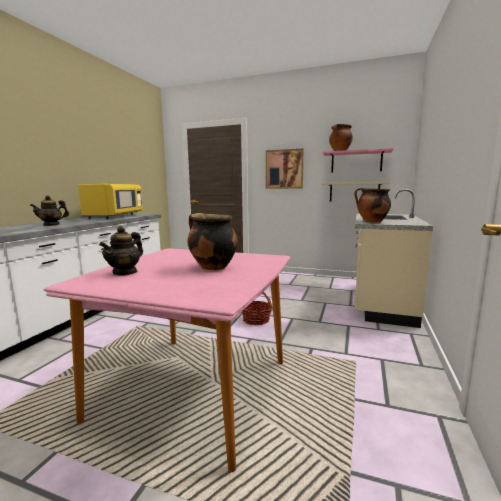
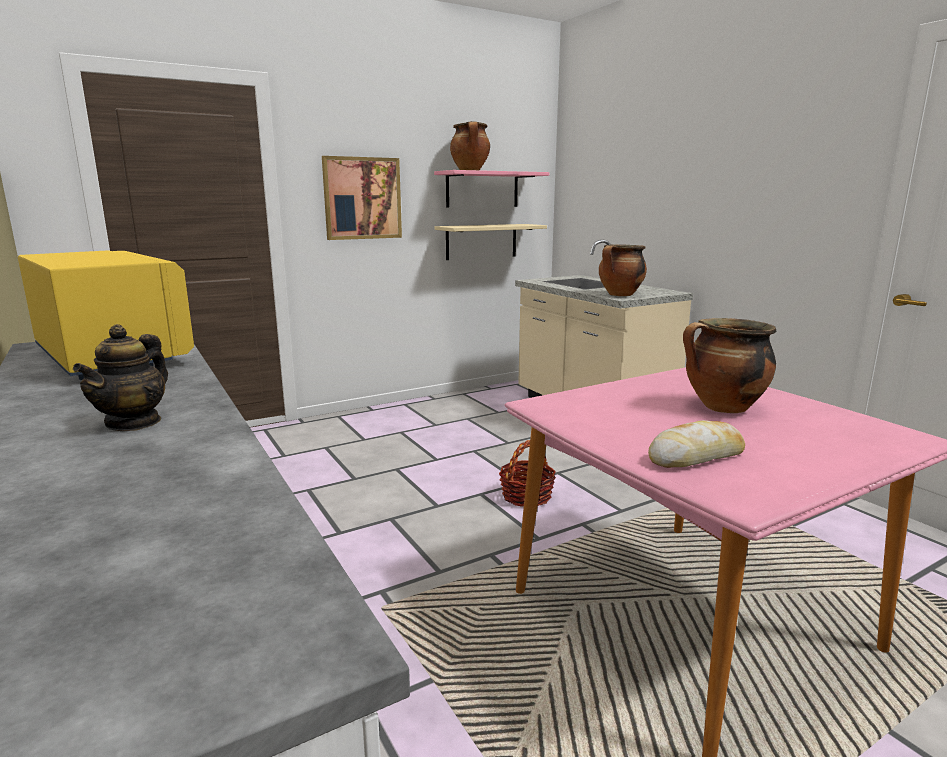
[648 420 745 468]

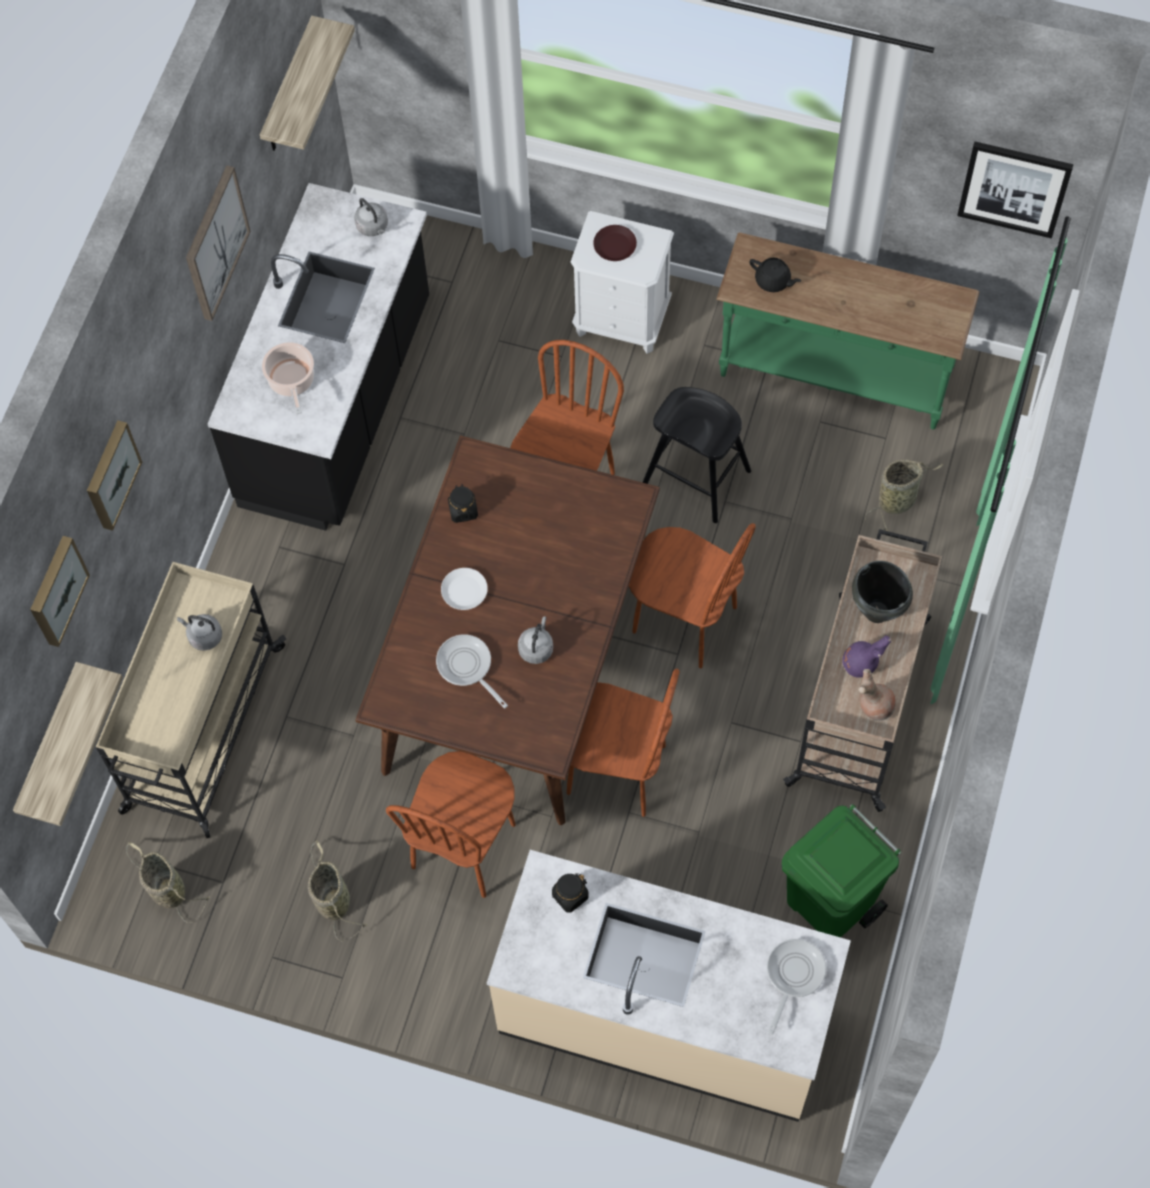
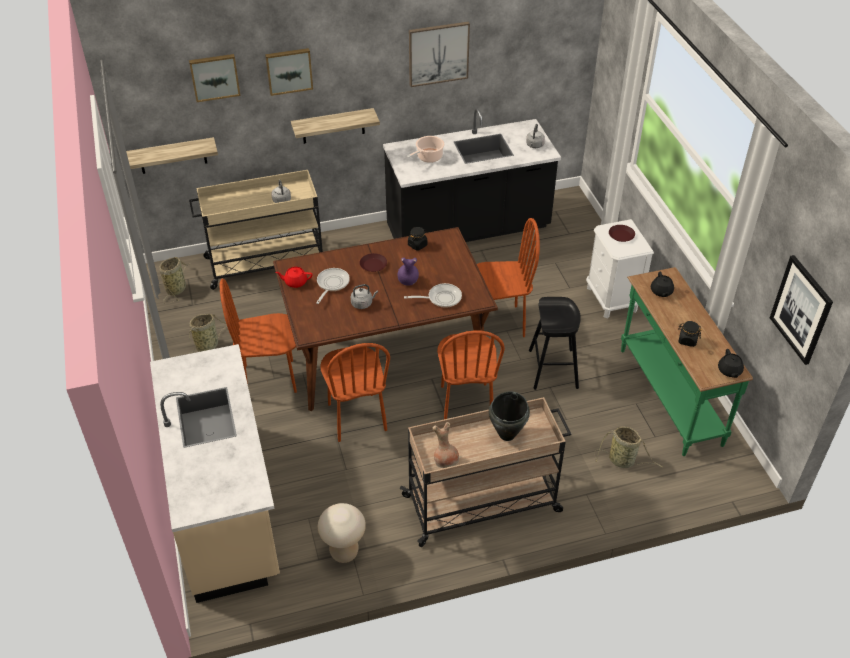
[291 108 380 144]
[360 253 387 272]
[678 321 702 347]
[404 283 462 308]
[318 503 366 563]
[397 258 419 286]
[275 267 312 288]
[718 349 744 378]

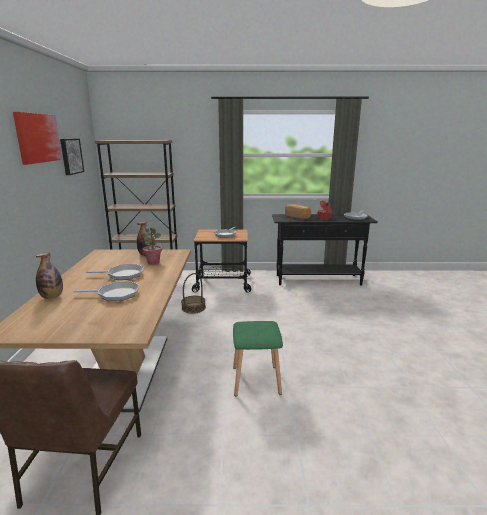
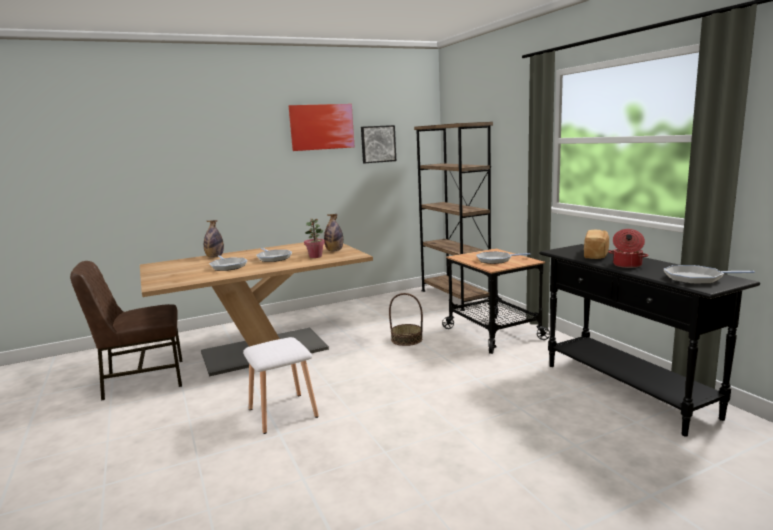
[243 337 319 434]

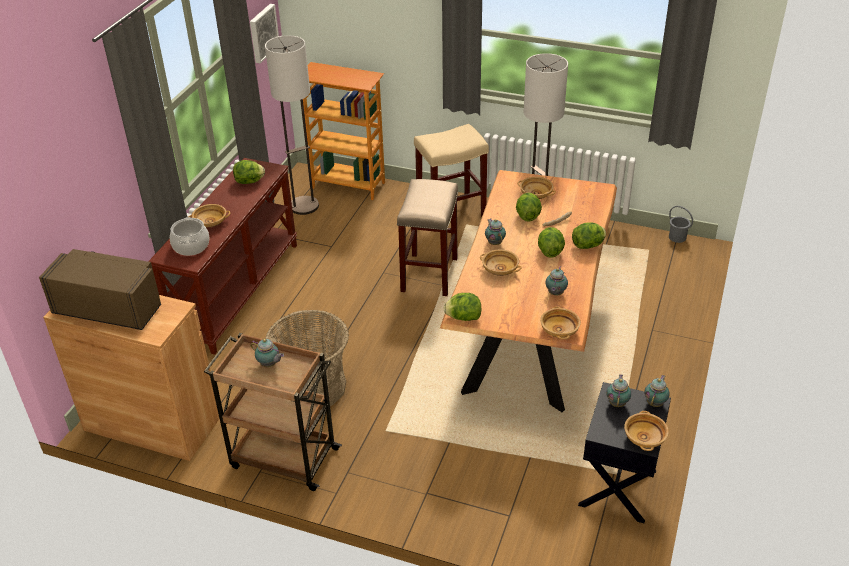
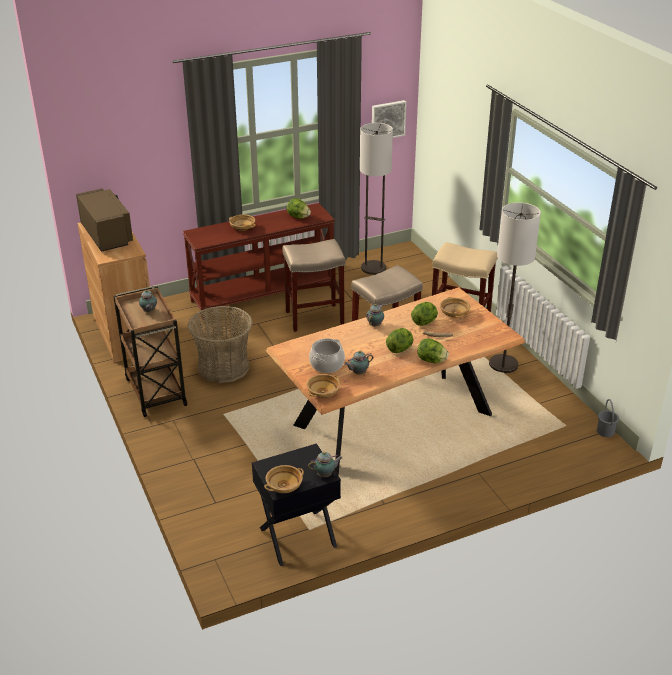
[309 338 345 373]
[303 62 385 200] (first image)
[443 293 482 321] (first image)
[480 249 522 276] (first image)
[606 374 631 407] (first image)
[282 239 345 332]

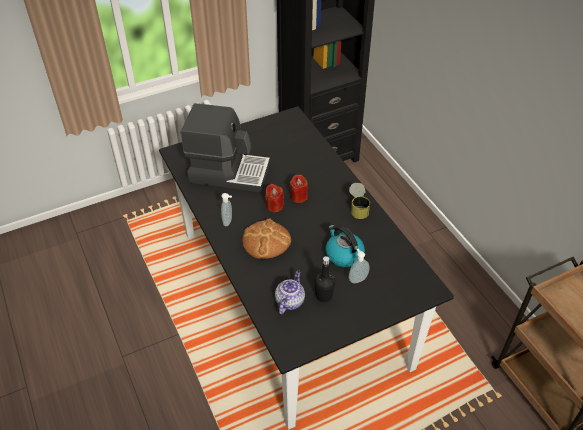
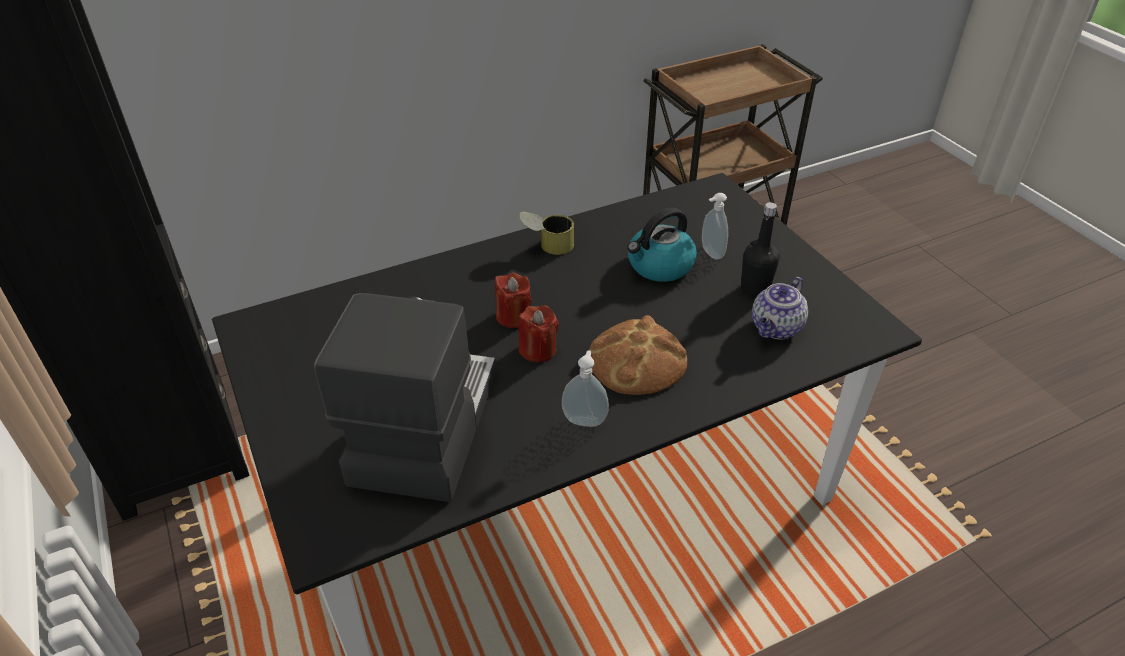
[752 277 808 339]

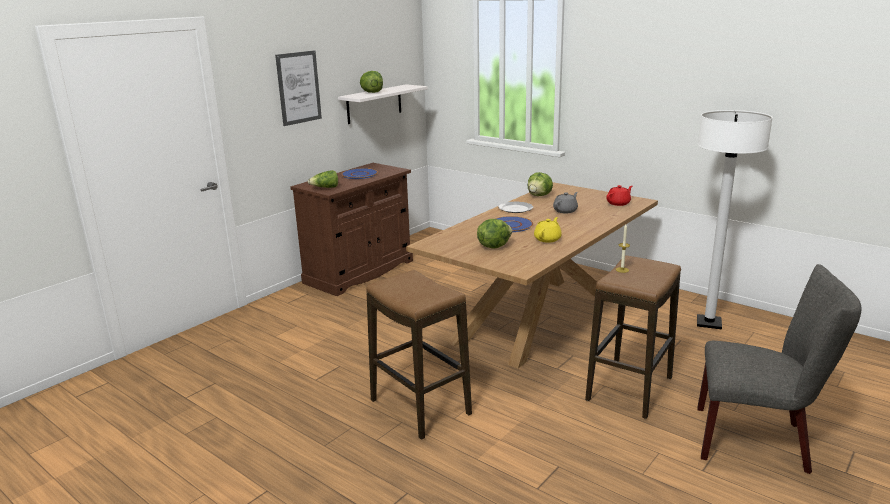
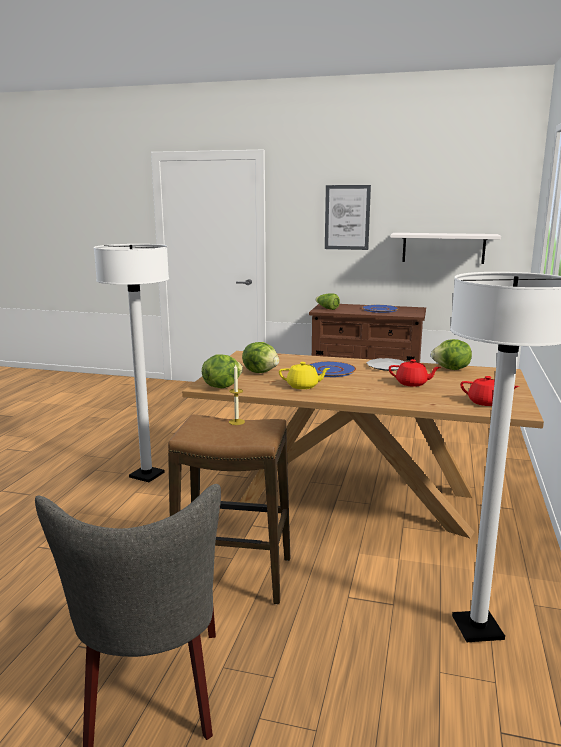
[202 355 243 388]
[94 244 169 482]
[389 359 441 387]

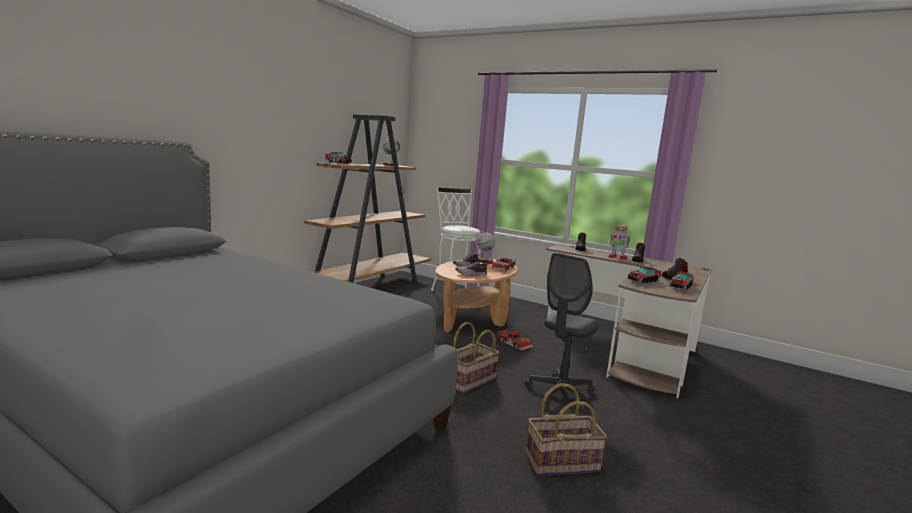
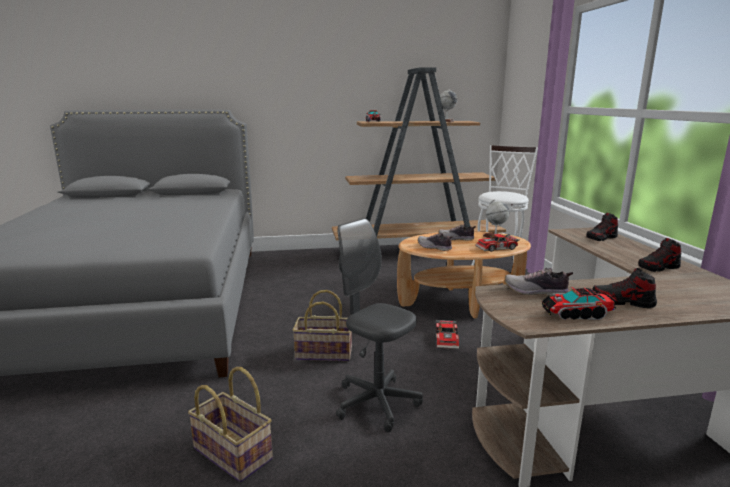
[336 218 423 432]
[608 224 630 260] (first image)
[505 268 573 296]

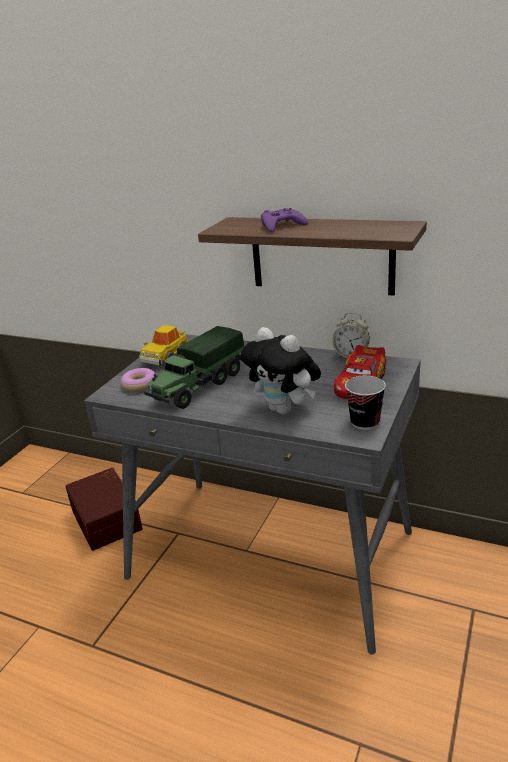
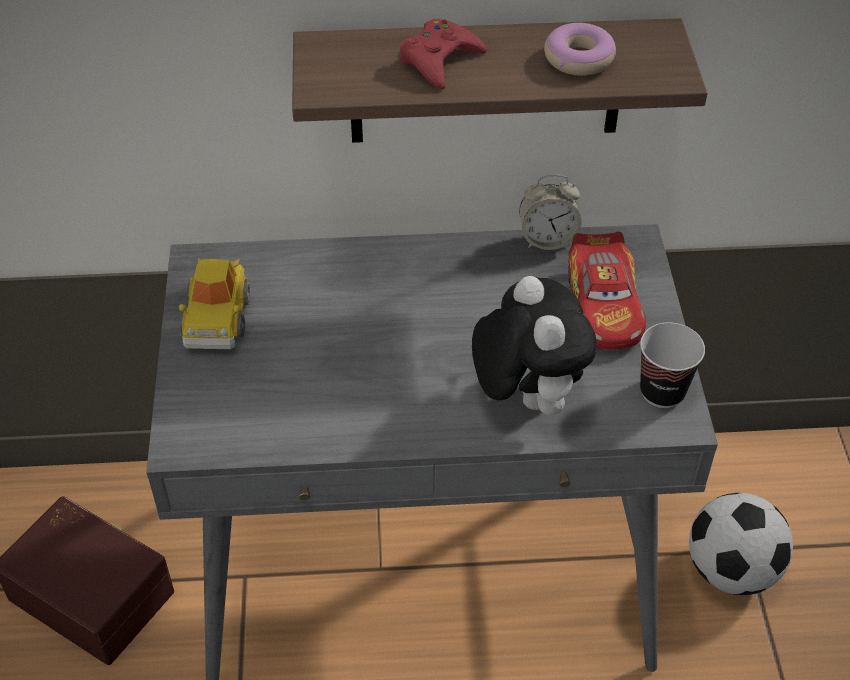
[544 23 616 76]
[144 326 244 409] (first image)
[472 276 597 415]
[400 19 487 89]
[689 493 793 595]

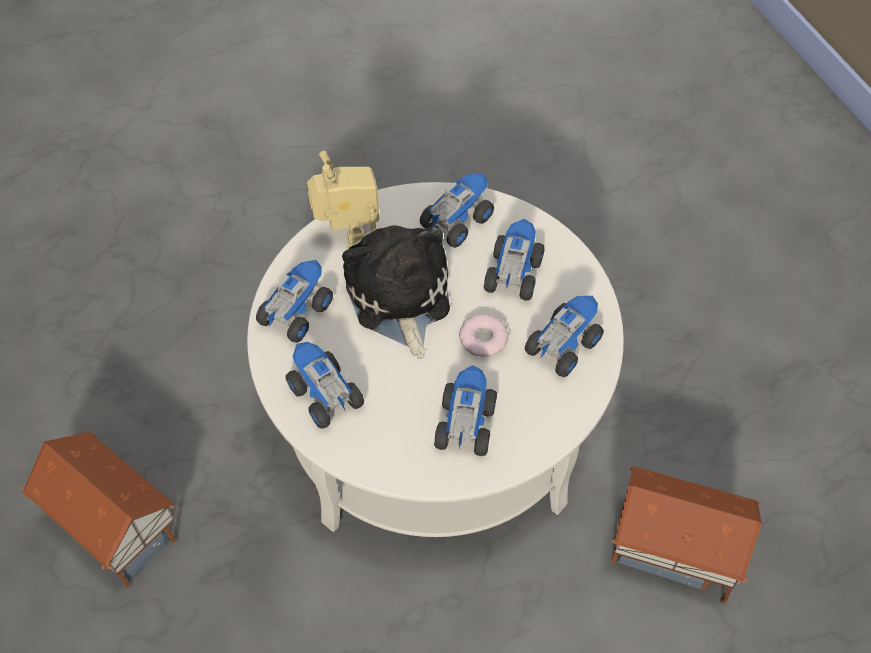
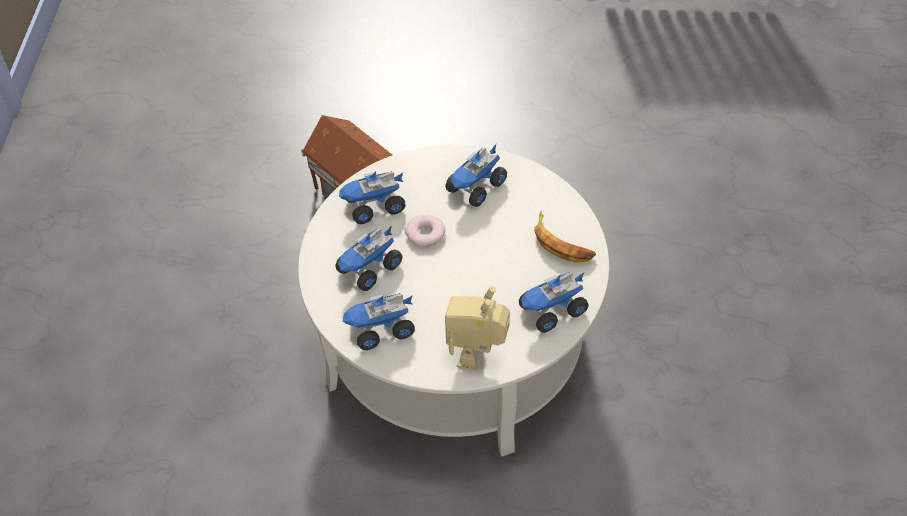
[21 431 176 588] (first image)
[534 211 596 262]
[342 225 450 359] (first image)

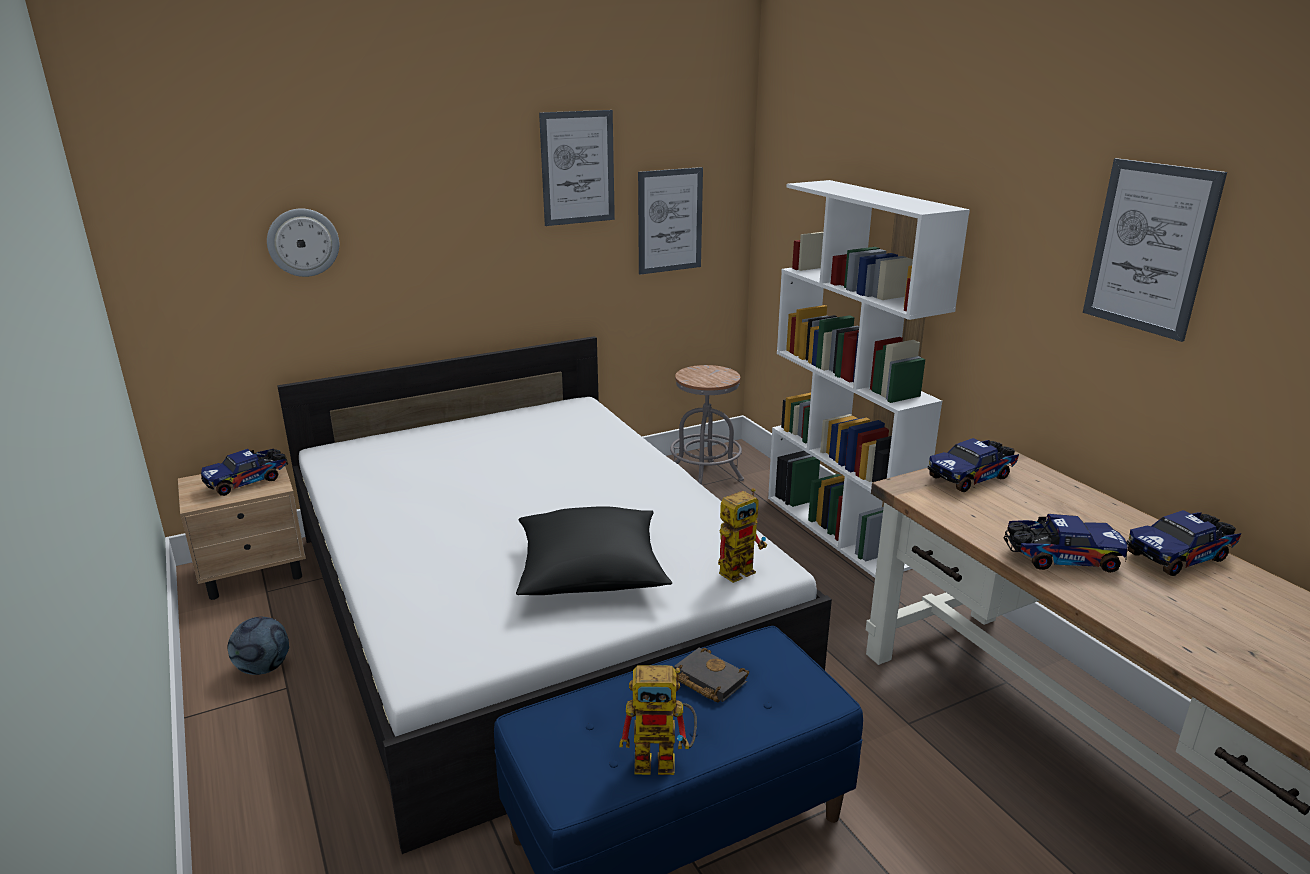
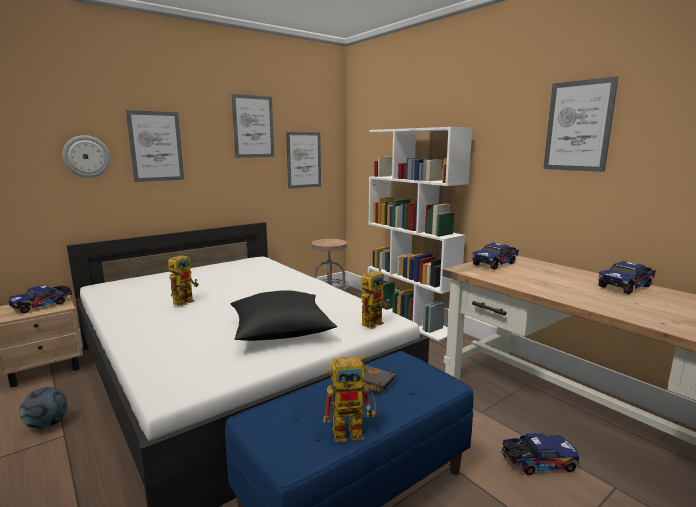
[501 433 579 475]
[126 110 184 182]
[168 253 199 306]

